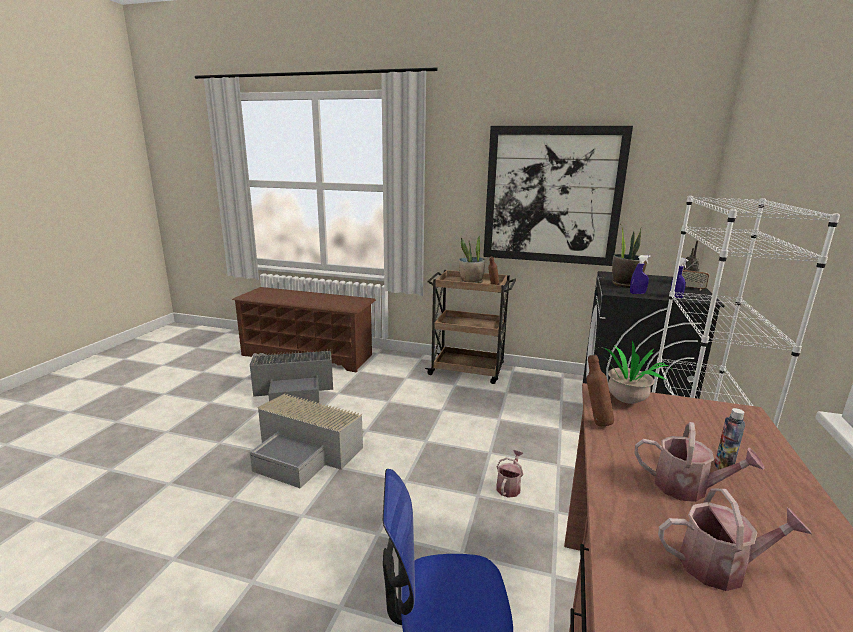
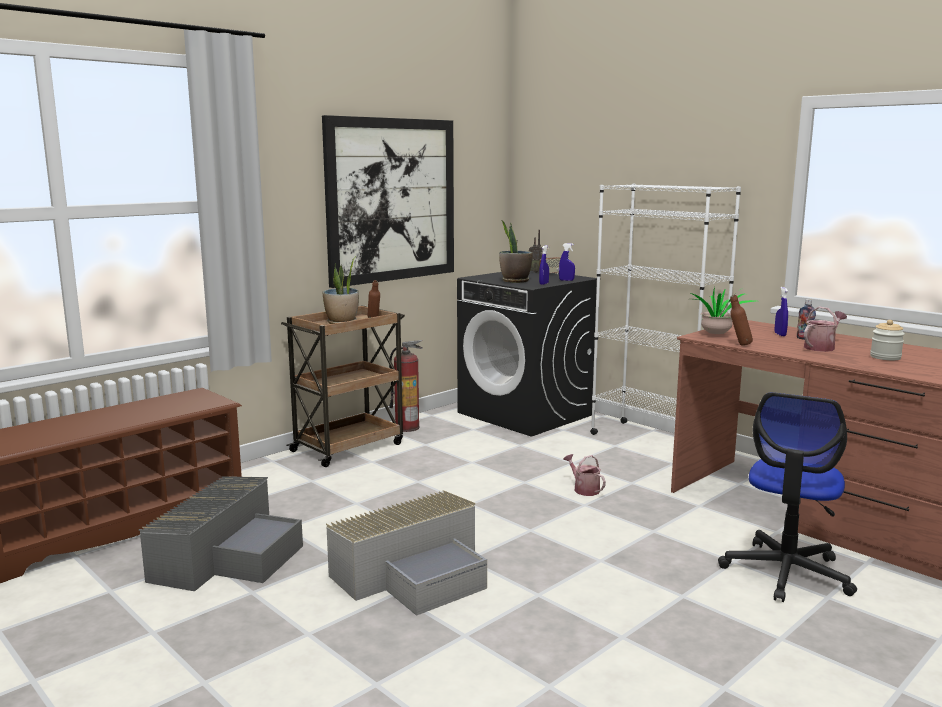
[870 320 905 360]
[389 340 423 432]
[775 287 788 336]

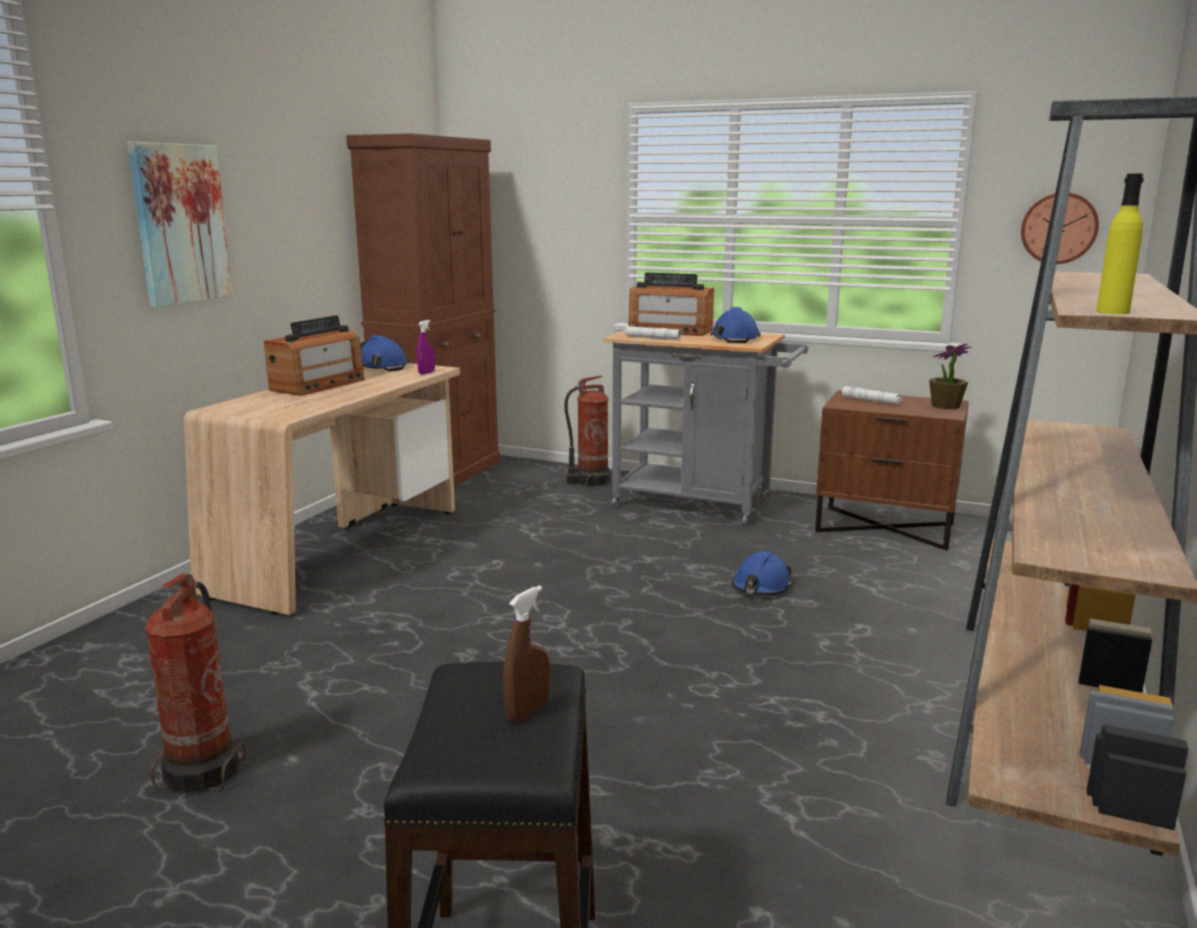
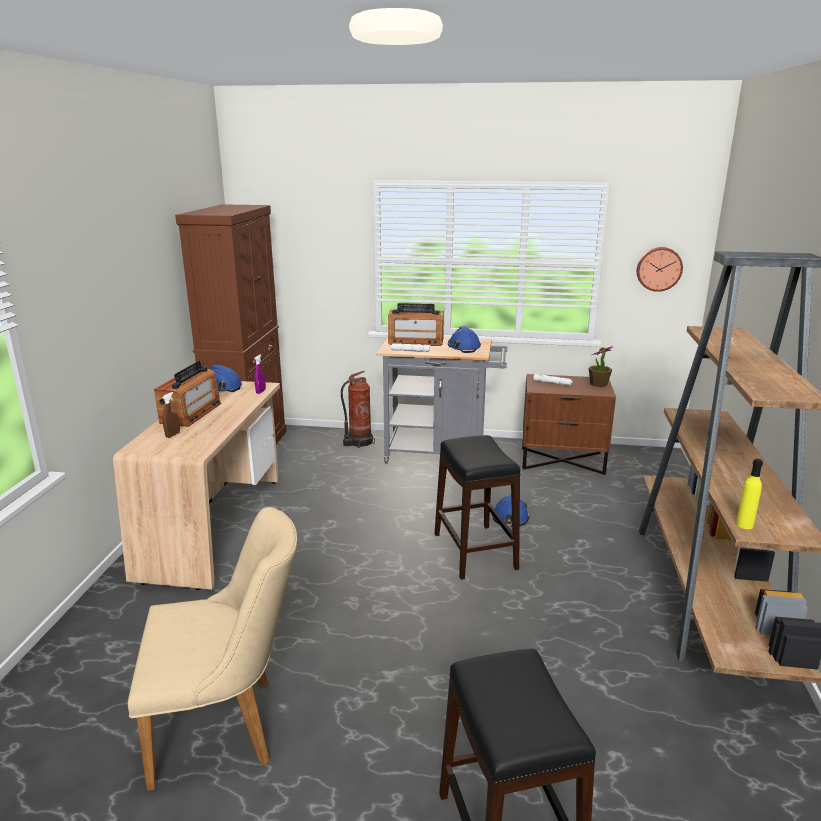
[127 142 233 307] (first image)
[128 507 297 791]
[163 392 180 438]
[736 459 763 529]
[434 435 520 579]

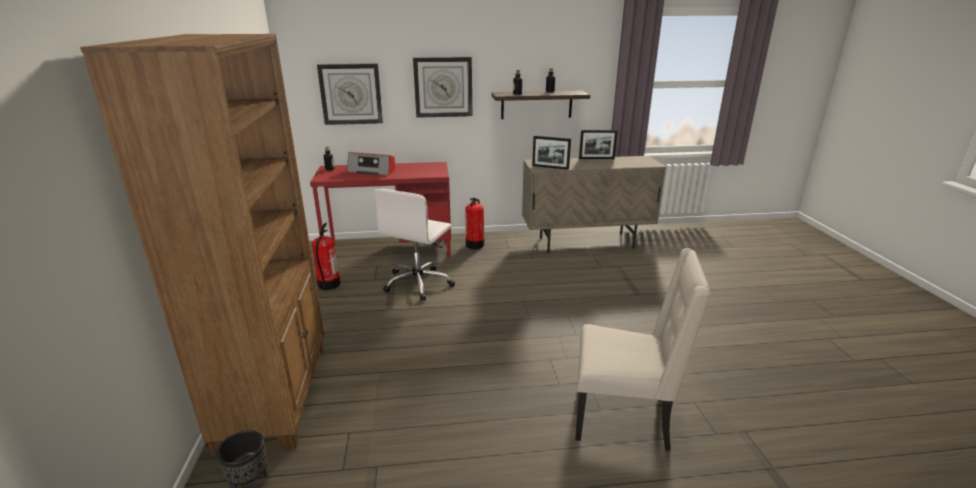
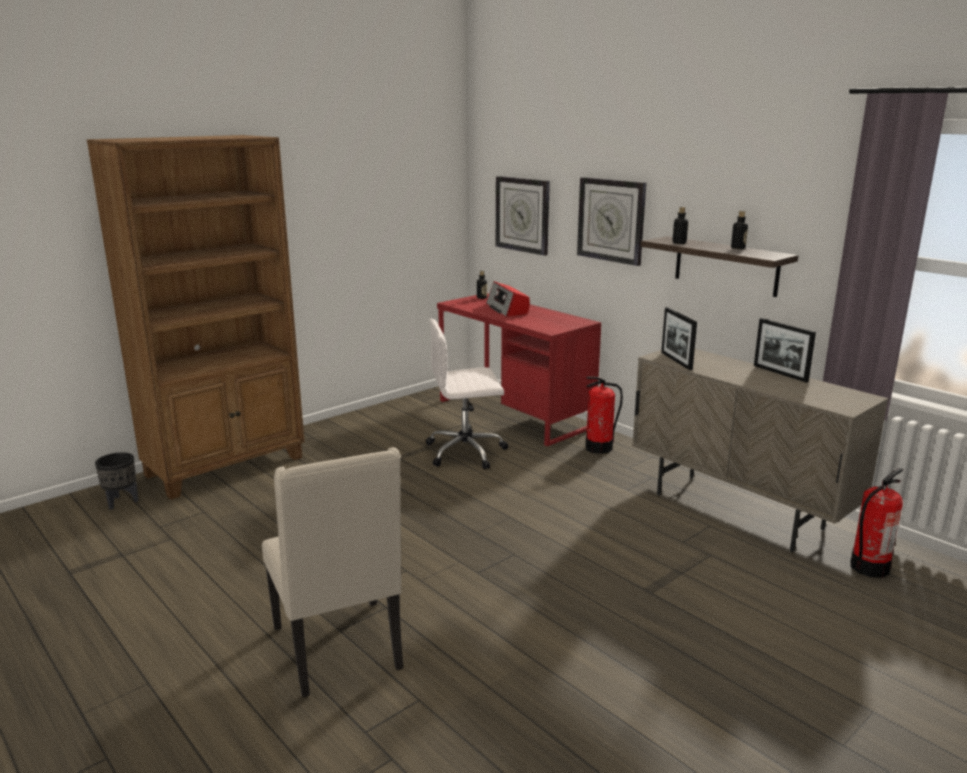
[851 468 903 578]

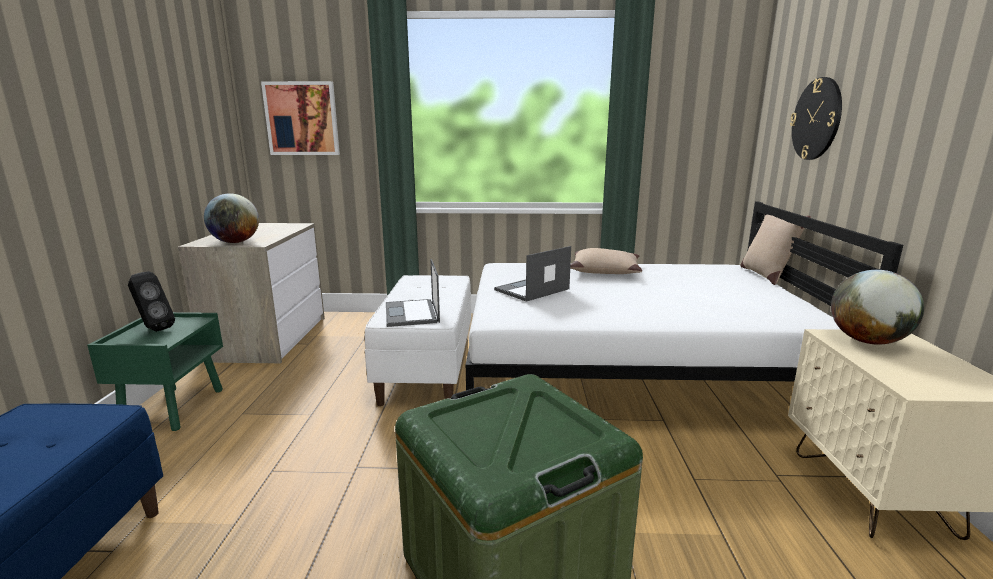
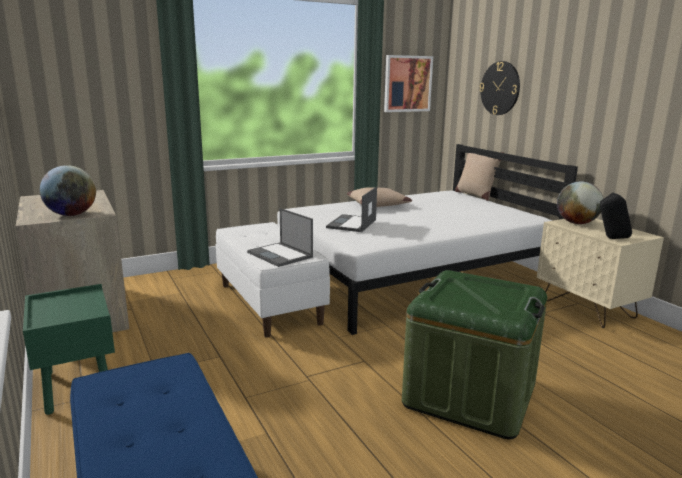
[600 192 632 239]
[384 55 433 112]

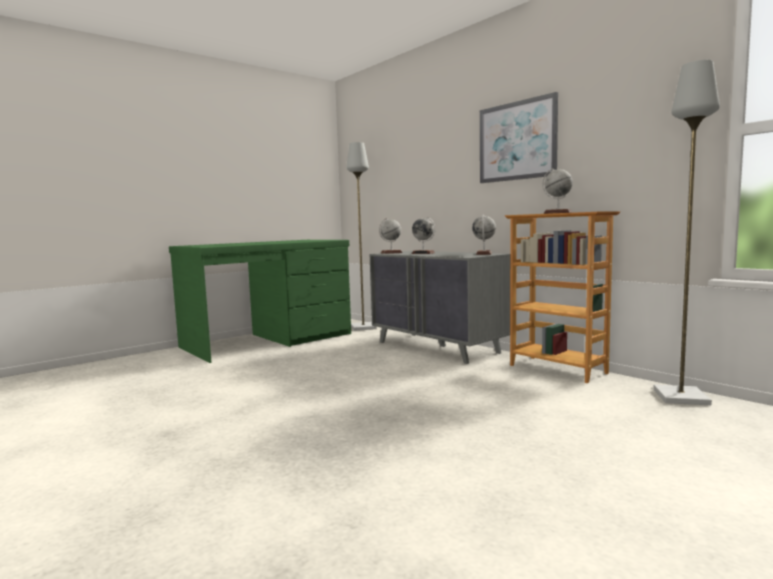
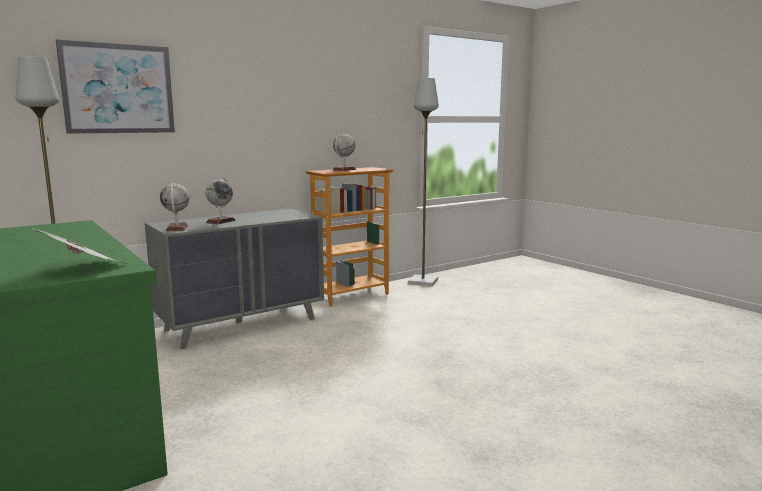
[472 214 496 255] (first image)
[56 40 175 134]
[29 228 127 264]

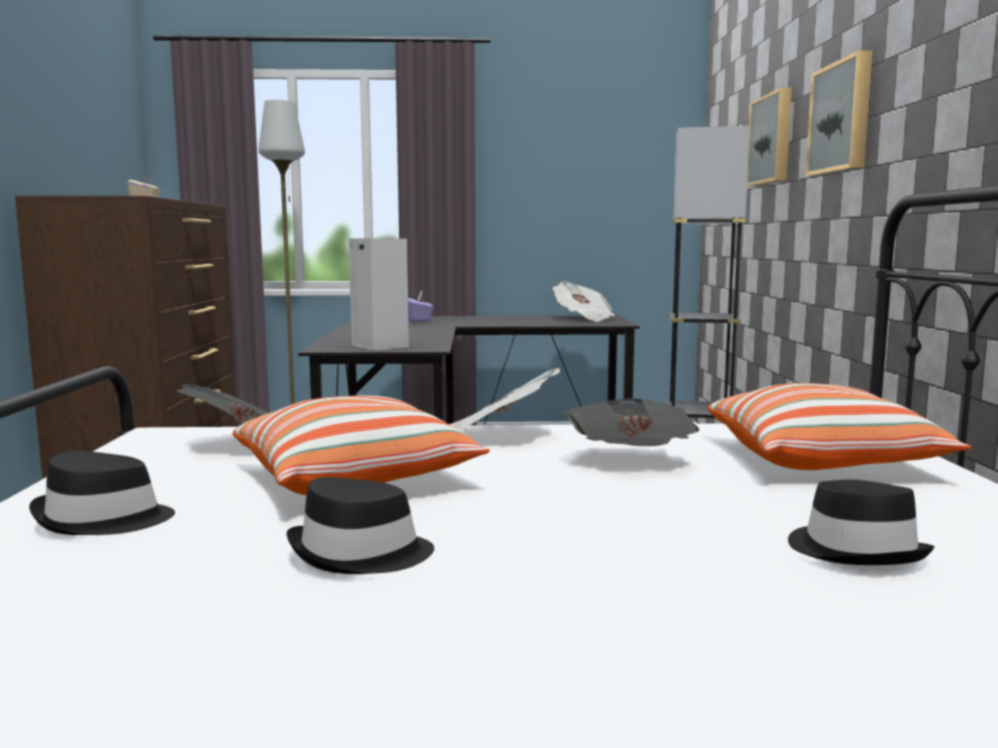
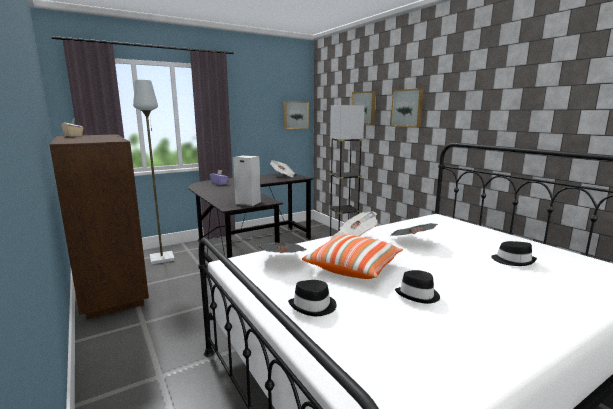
[707 383 971 470] (first image)
[284 101 309 129]

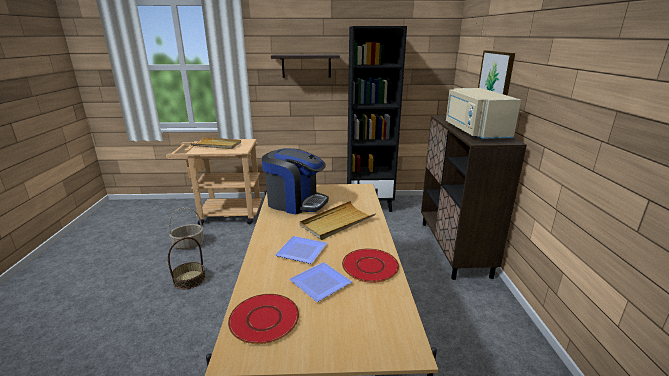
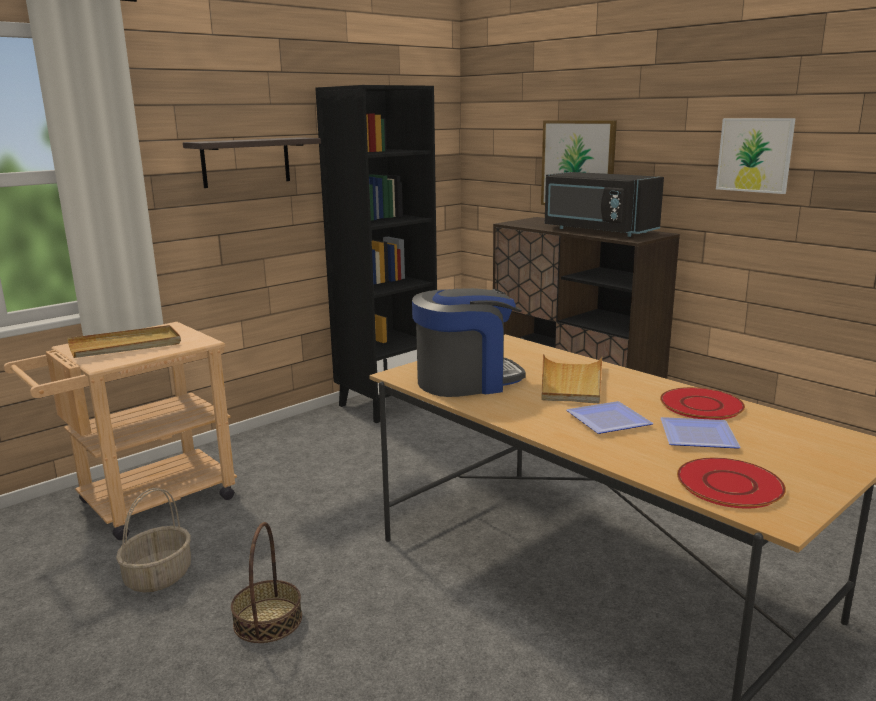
[544 172 664 237]
[716 118 796 194]

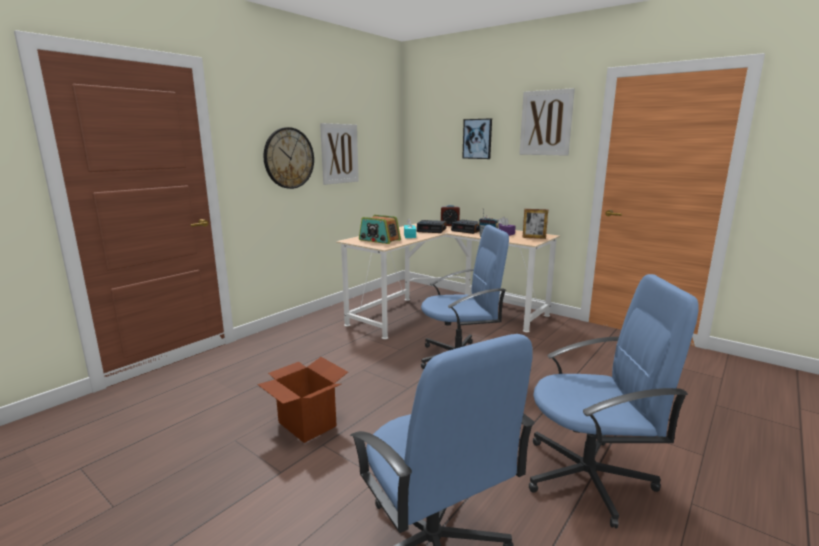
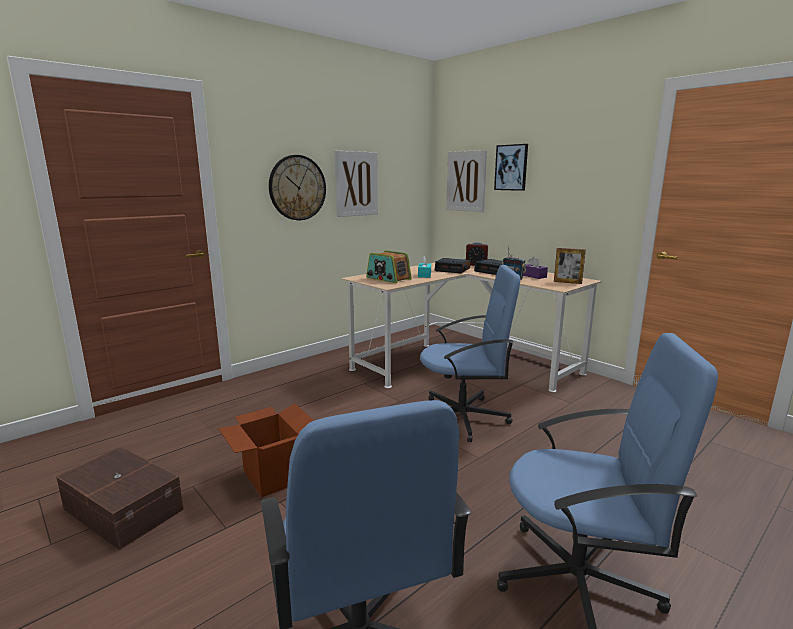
[446 150 487 212]
[56 447 184 550]

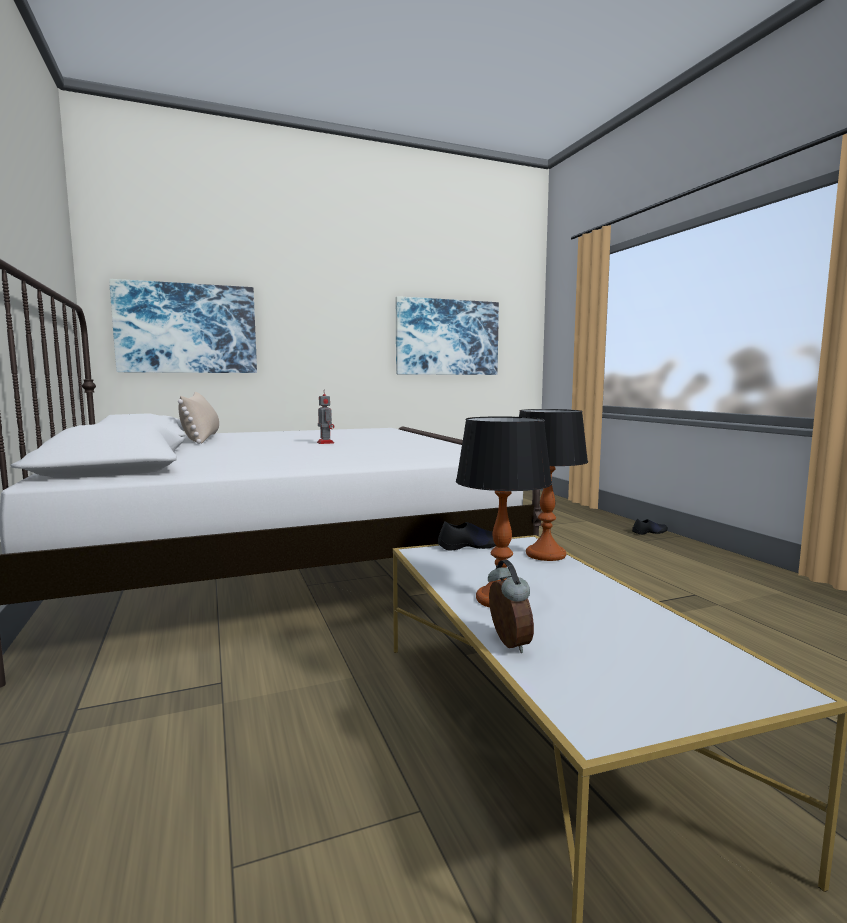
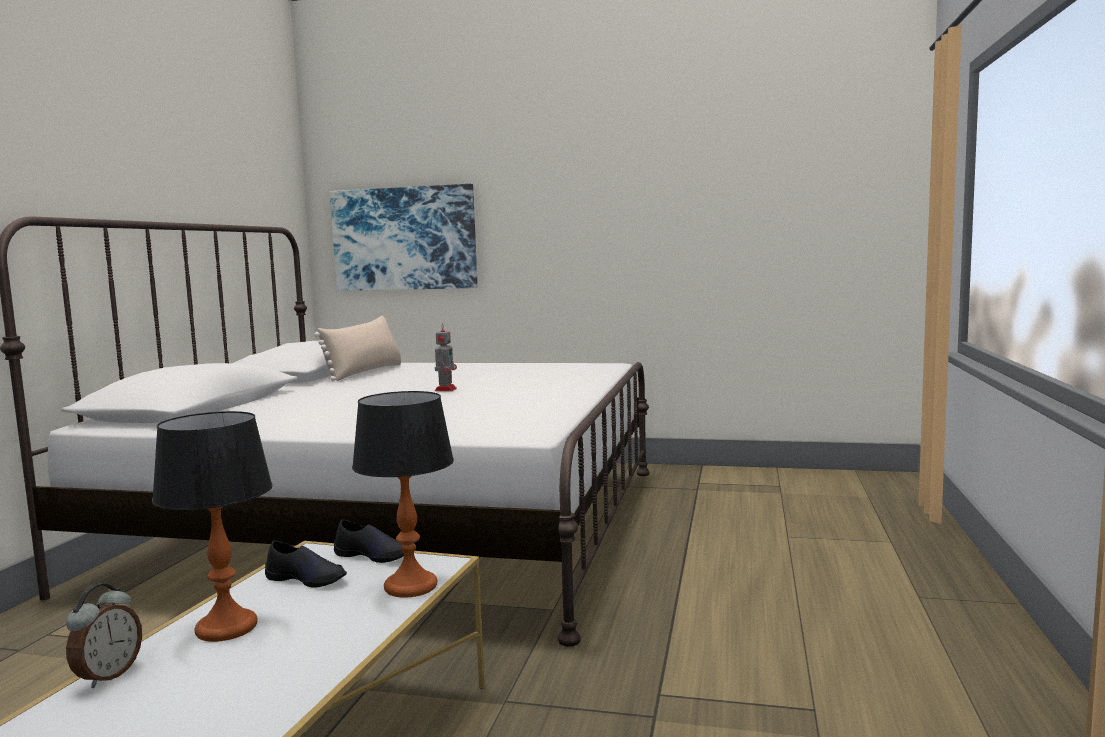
[396 296 499 375] (first image)
[265 540 347 588]

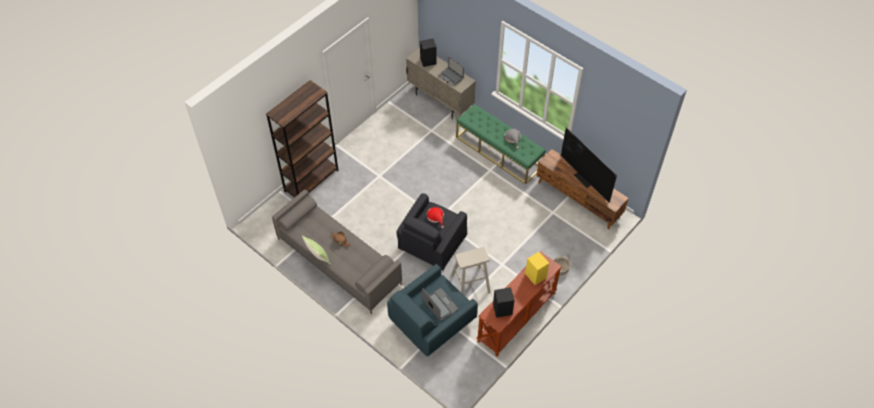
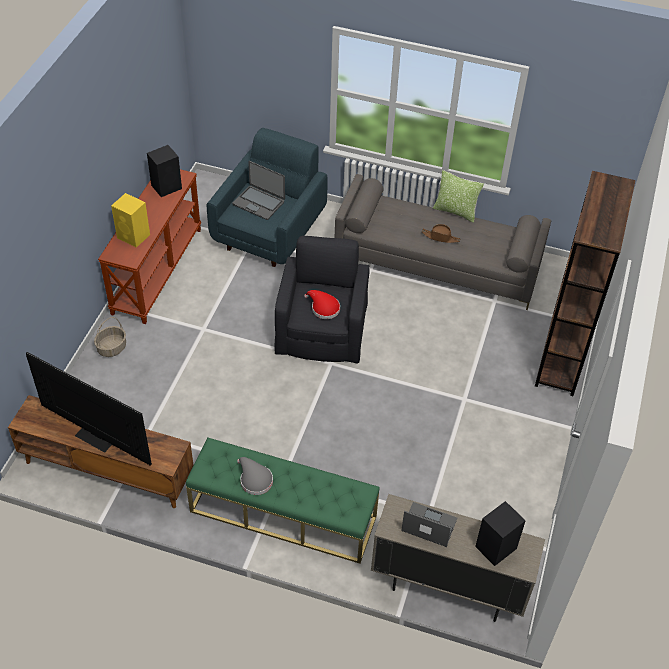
[451 247 491 295] (first image)

